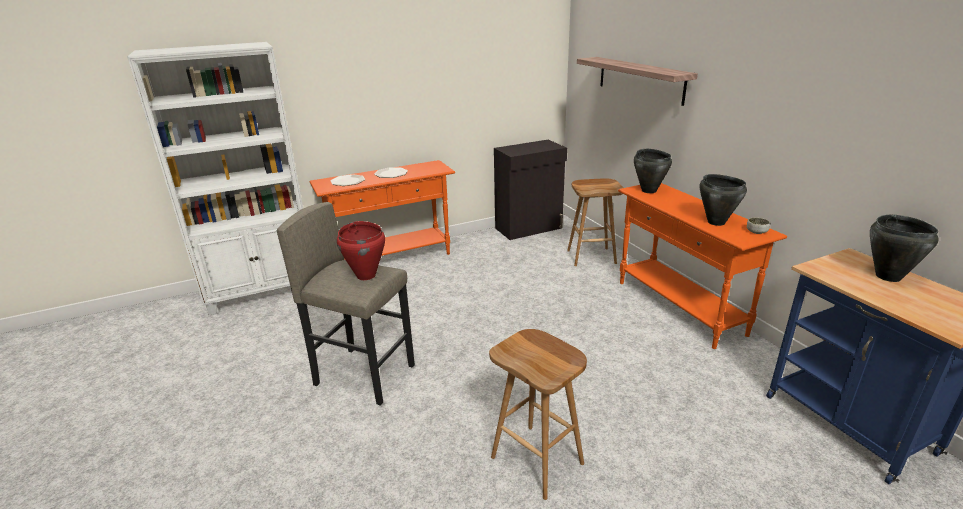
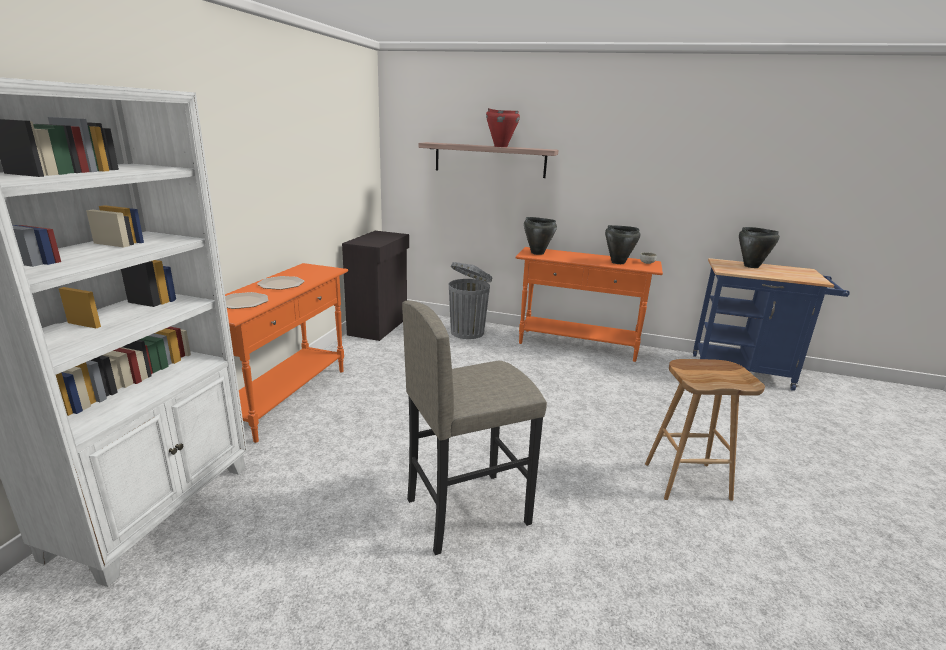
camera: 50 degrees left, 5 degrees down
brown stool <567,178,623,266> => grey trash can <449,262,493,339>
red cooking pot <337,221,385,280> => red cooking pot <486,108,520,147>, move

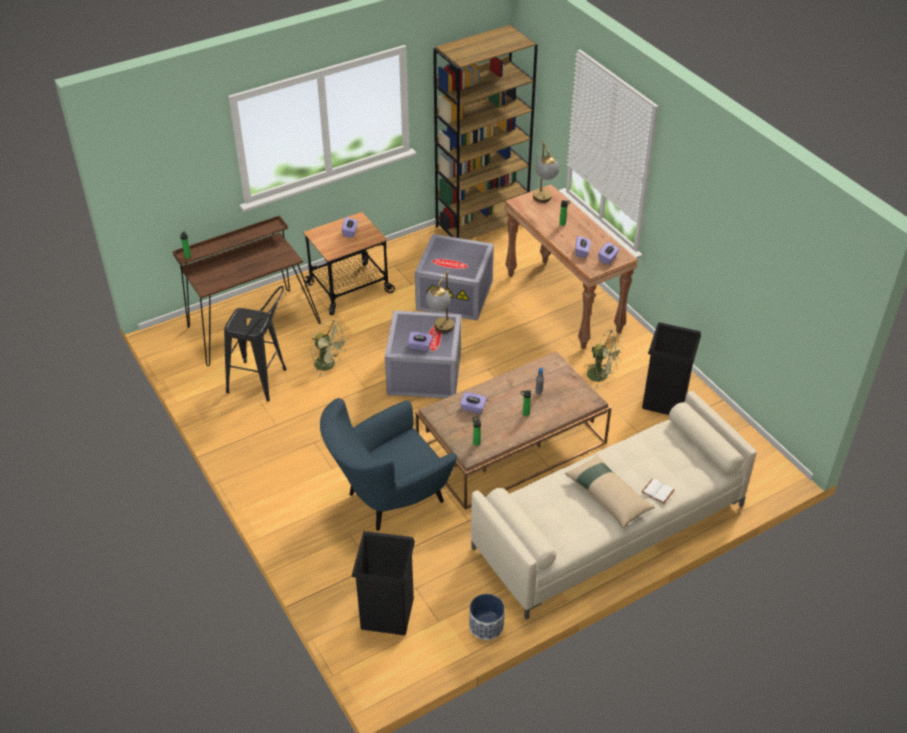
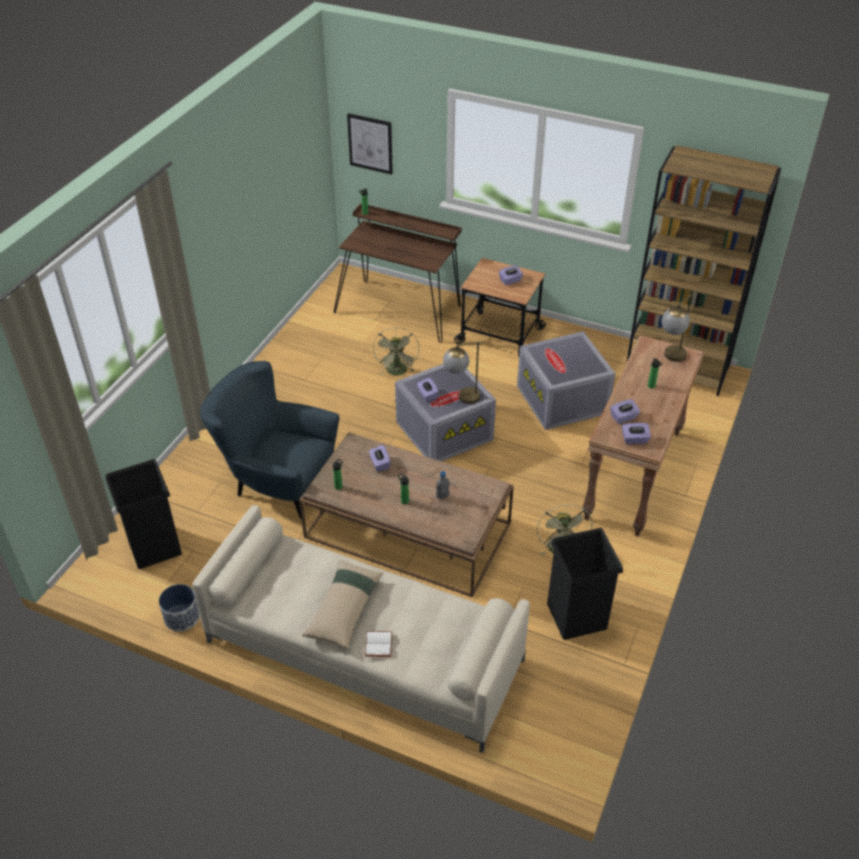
camera: 55 degrees right, 0 degrees up
nothing => picture <347,113,393,175>
black stool <224,286,286,401> => nothing

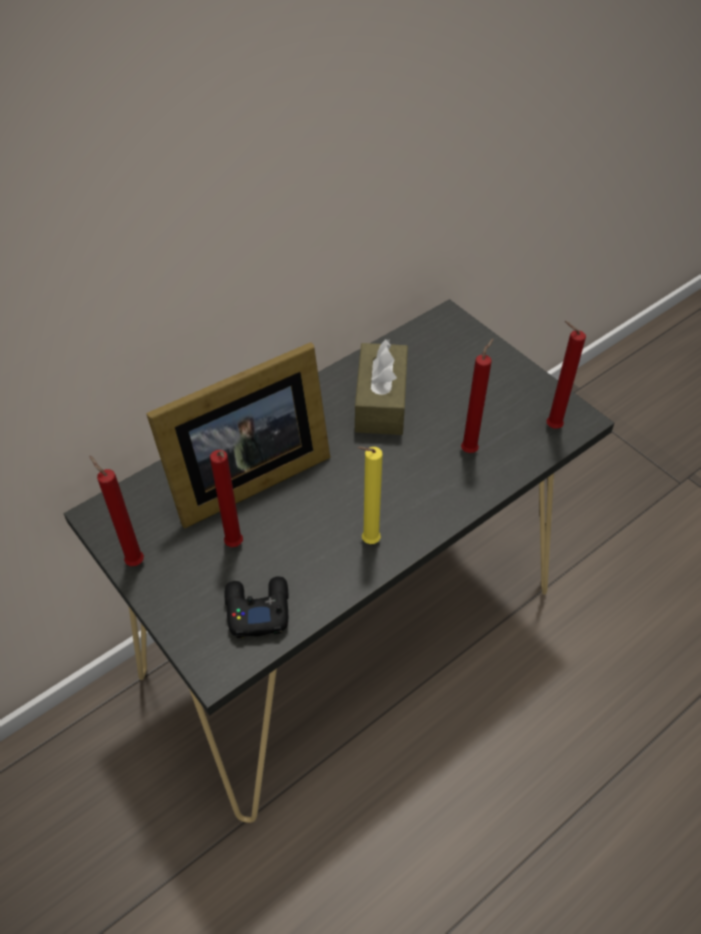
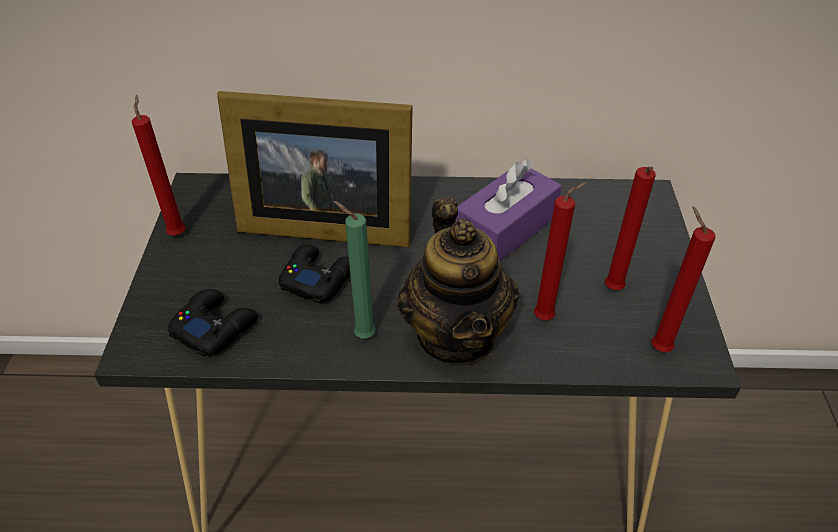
camera: 40 degrees right, 5 degrees down
nothing => black game controller <279,244,350,303>
yellow candle <358,446,383,544> => green candle <333,201,376,339>
nothing => teapot <397,197,519,366>
brown tissue box <355,339,408,435> => purple tissue box <455,159,562,262>
red candle <210,450,243,547> => red candle <605,167,656,290>, move

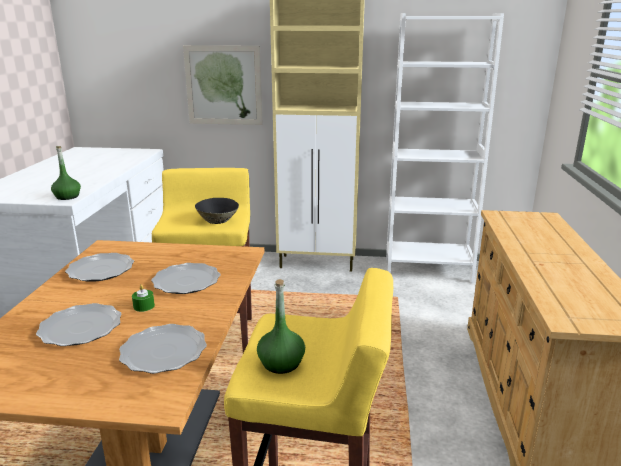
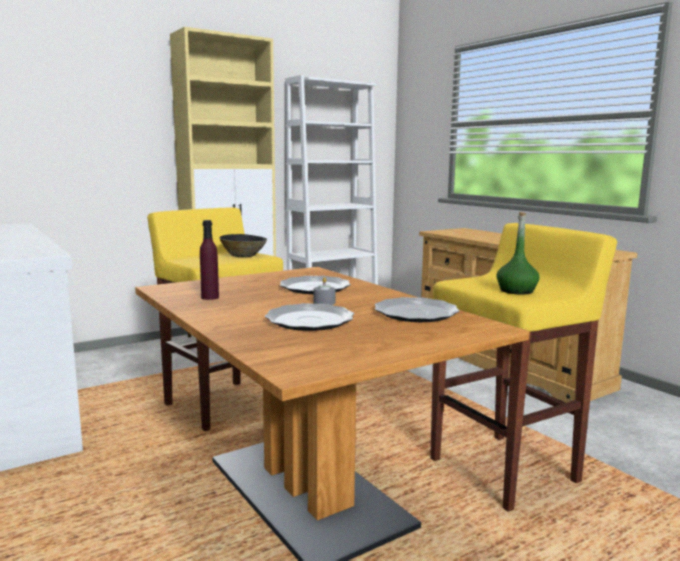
camera: 40 degrees left, 10 degrees down
plate <65,253,134,282> => purple bottle <200,220,219,300>
green candle <132,285,155,312> => grey candle <313,277,336,305>
green bottle <51,146,81,200> => nothing
picture <183,45,263,125> => nothing

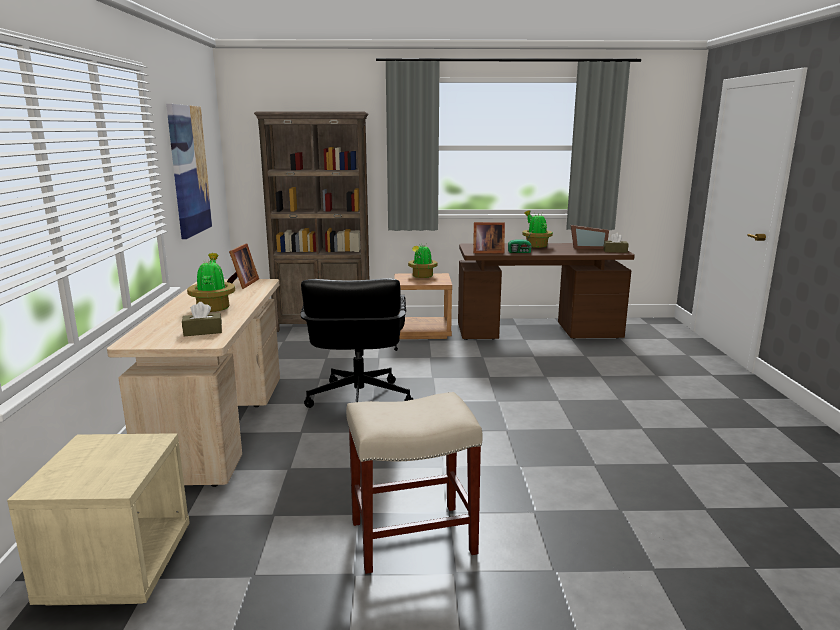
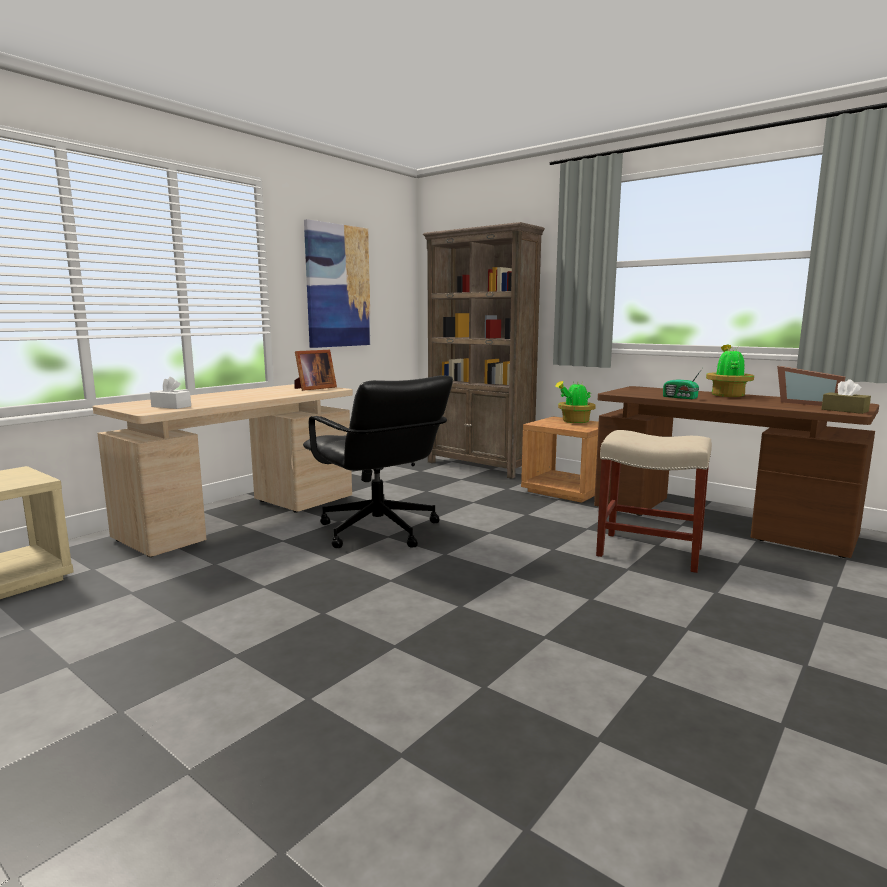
camera: 40 degrees right, 5 degrees down
brown tissue box <182,302,222,336> => white tissue box <150,377,191,409>
black office chair <300,278,414,408> => black office chair <303,375,453,548>, 75 degrees counterclockwise
beige stool <346,392,483,574> => beige stool <596,430,712,573>, move
potted plant <187,253,235,312> => nothing
picture frame <473,222,505,254> => nothing

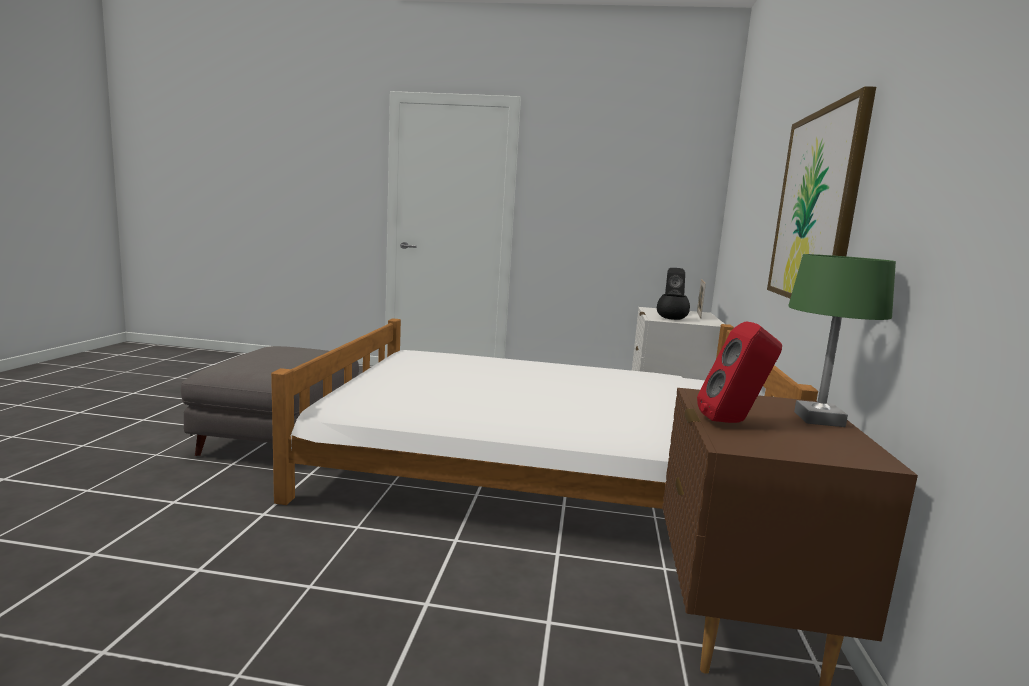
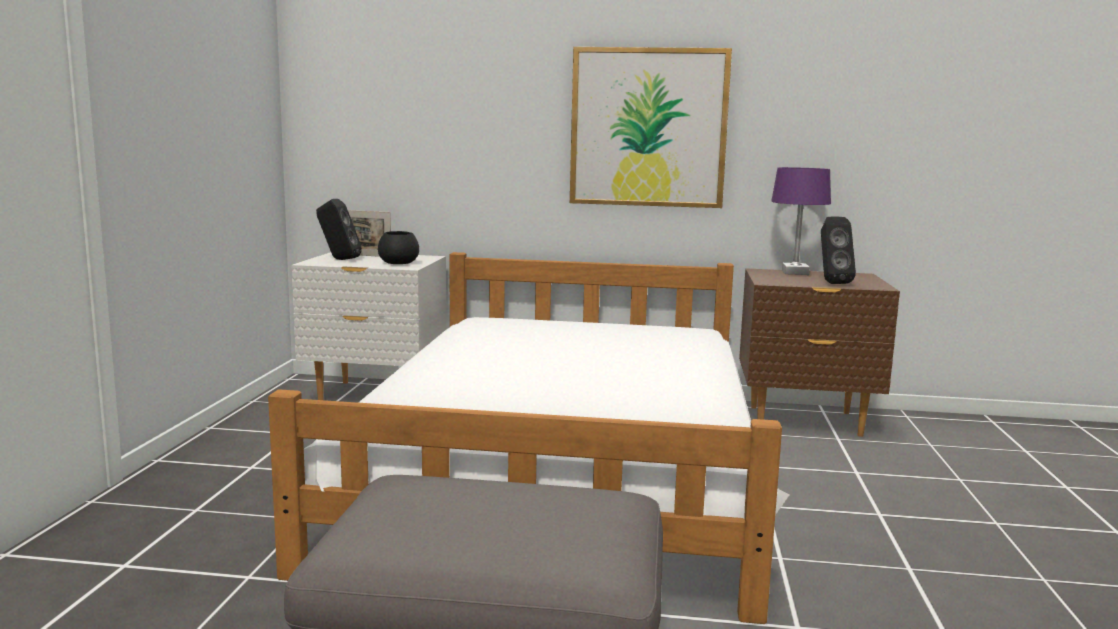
camera: 90 degrees left, 0 degrees up
green table lamp <788,254,896,427> => purple table lamp <771,167,831,275>
red speaker <697,321,782,423> => black speaker <821,216,856,284>

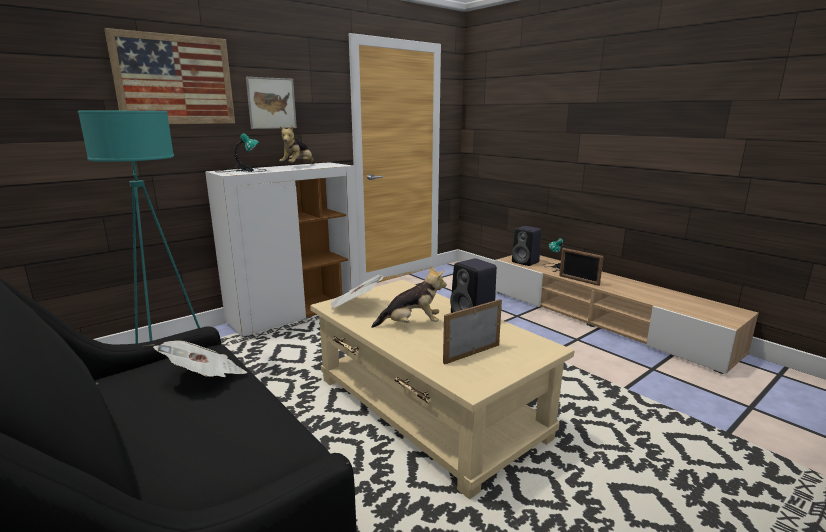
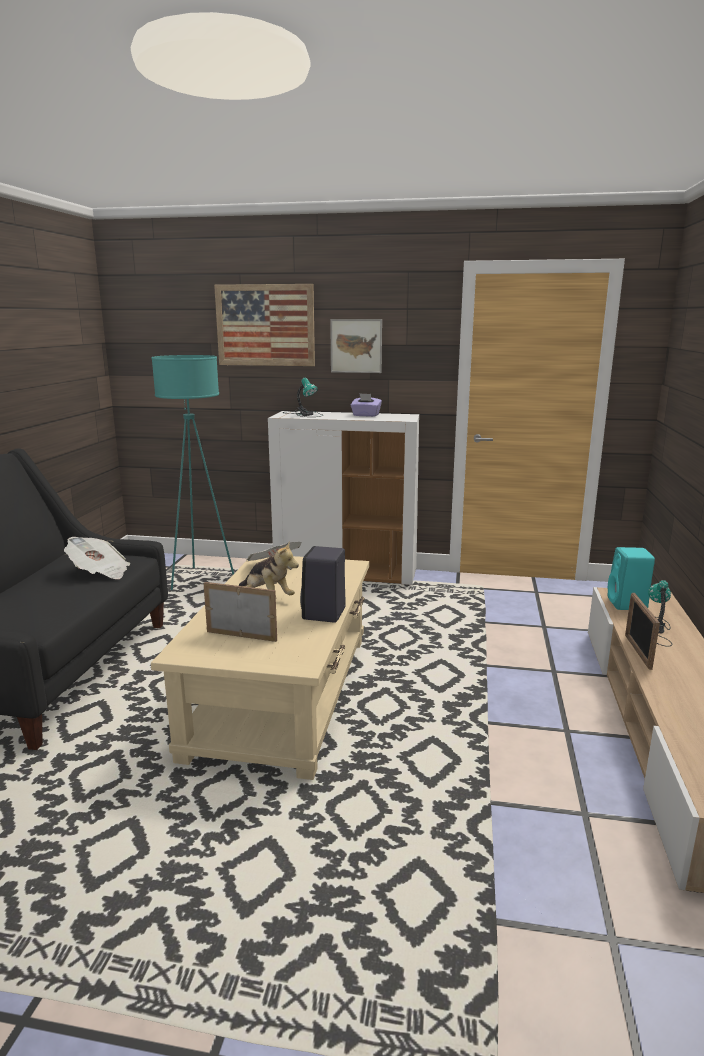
camera: 50 degrees right, 0 degrees up
plush toy <279,125,314,164> => purple tissue box <351,393,382,417>
black speaker <512,226,541,266> => turquoise speaker <607,547,655,610>

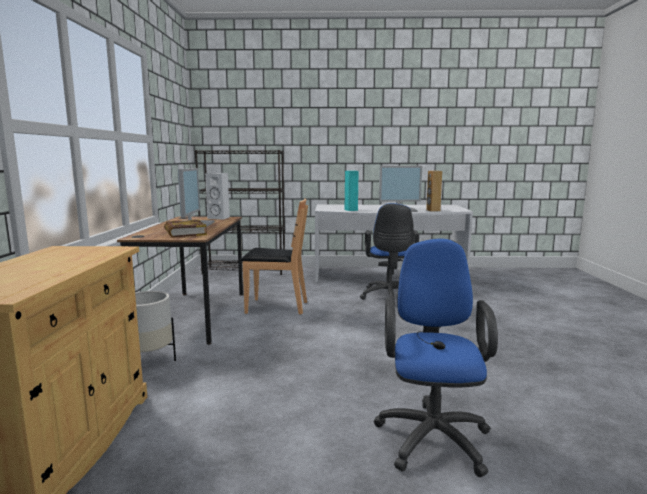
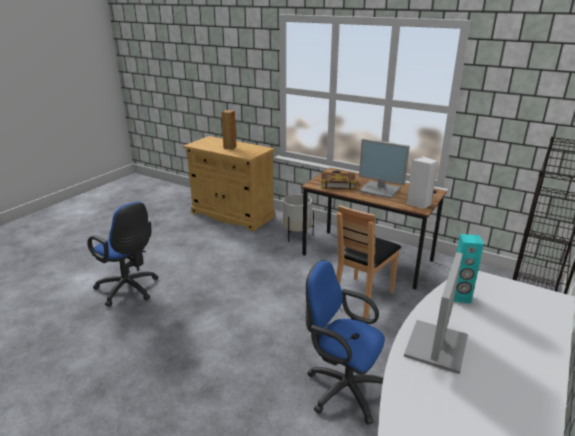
camera: 120 degrees right, 15 degrees up
brown speaker <426,171,442,212> => brown speaker <222,110,237,150>, move

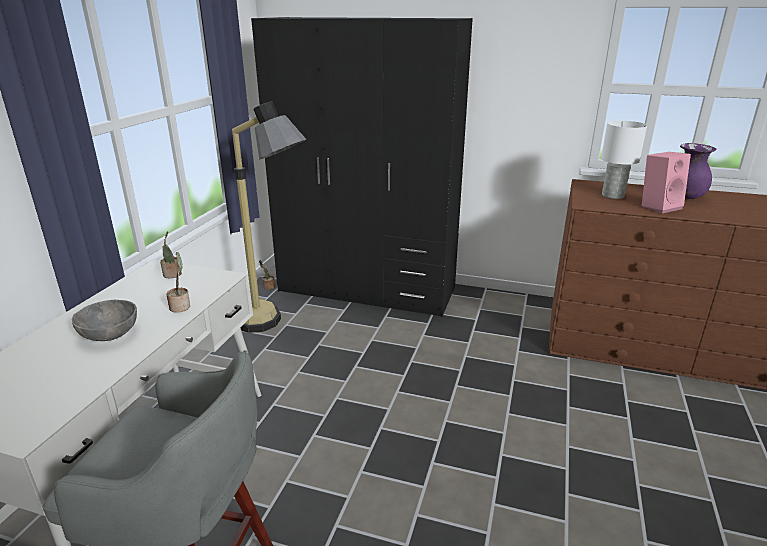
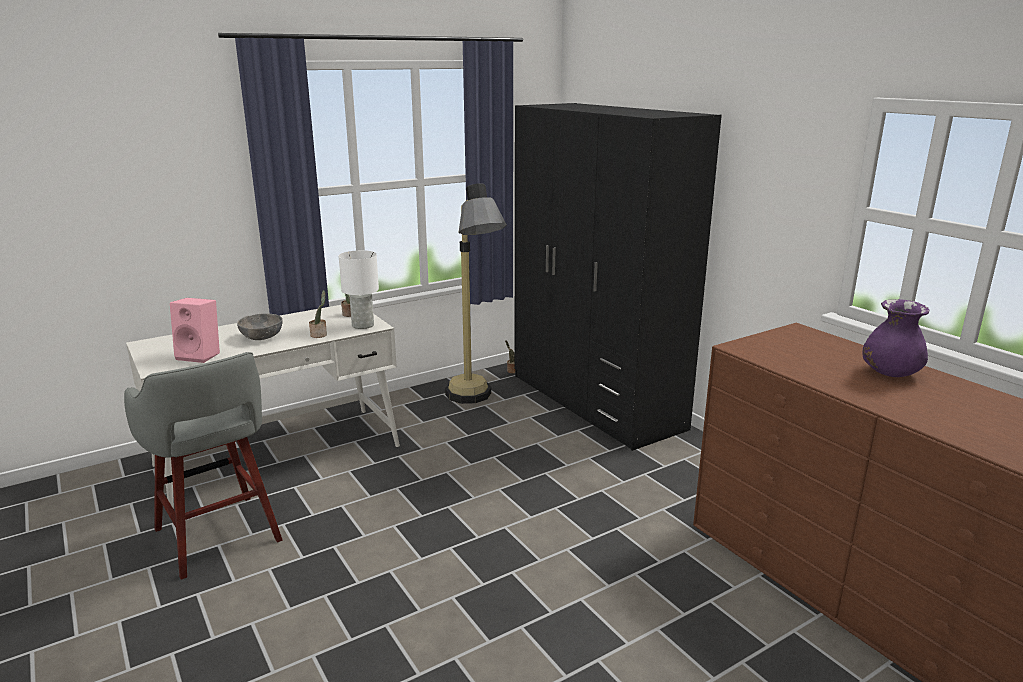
camera: 40 degrees right, 5 degrees down
pink speaker <642,152,691,213> => pink speaker <170,298,220,363>, move
white table lamp <601,121,647,199> => white table lamp <339,250,379,329>, move

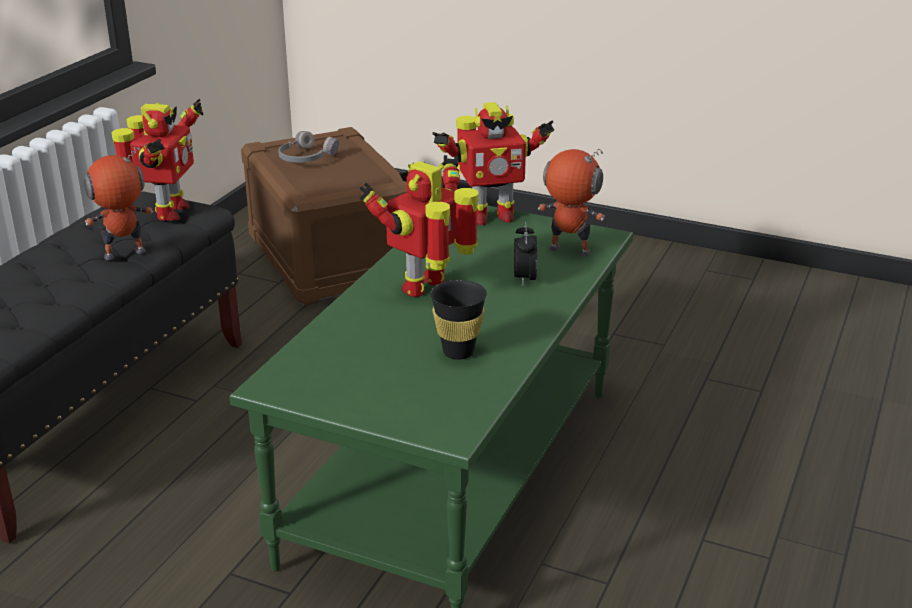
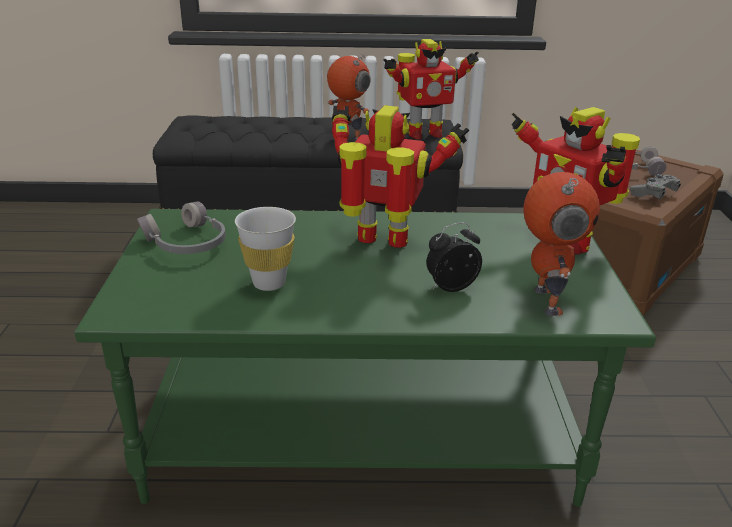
camera: 65 degrees right, 0 degrees up
nothing => grey headphones <137,202,226,254>
black cup <430,280,487,360> => white cup <235,207,296,291>
nothing => grey game controller <630,174,681,199>

